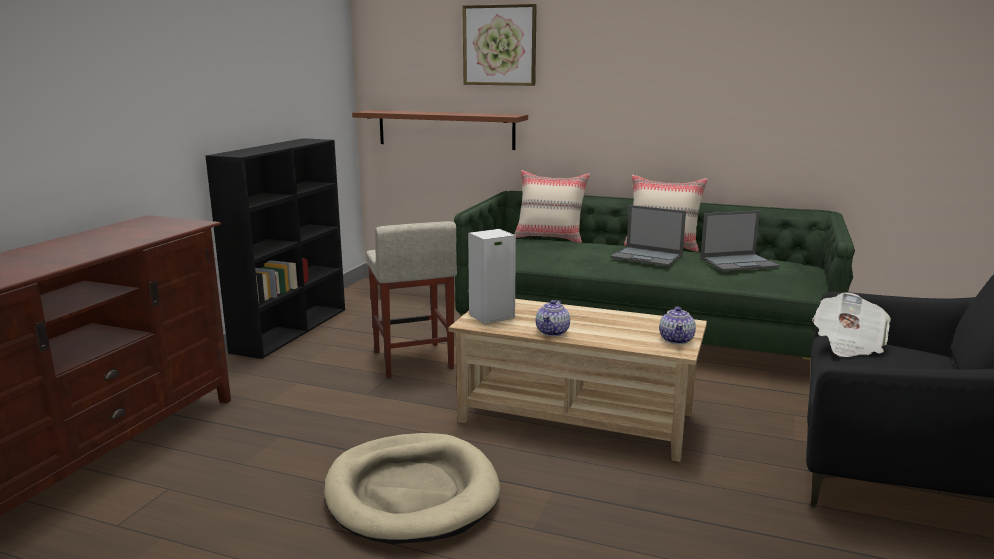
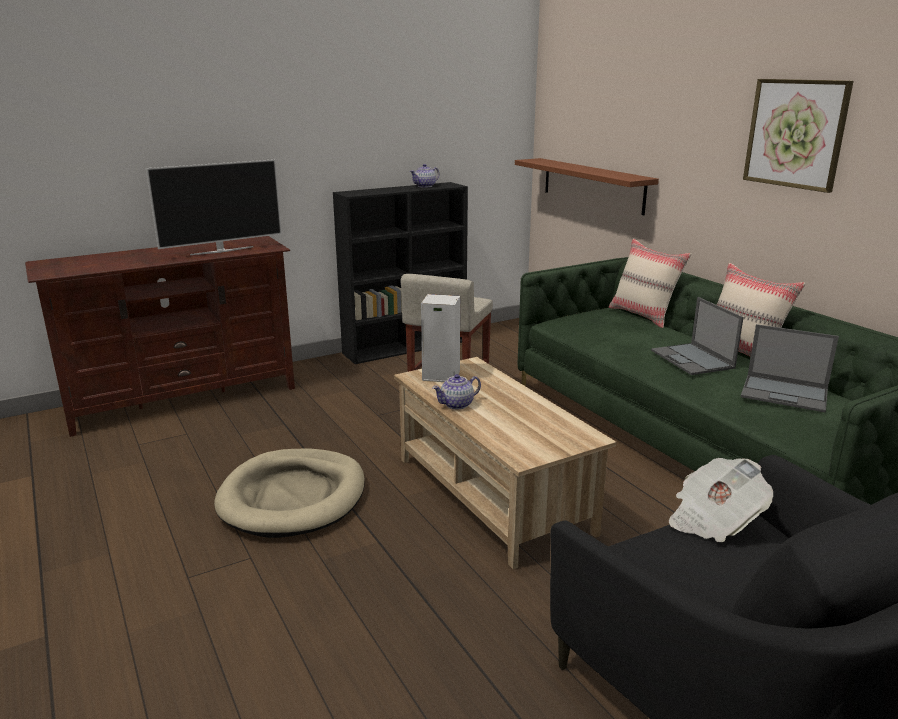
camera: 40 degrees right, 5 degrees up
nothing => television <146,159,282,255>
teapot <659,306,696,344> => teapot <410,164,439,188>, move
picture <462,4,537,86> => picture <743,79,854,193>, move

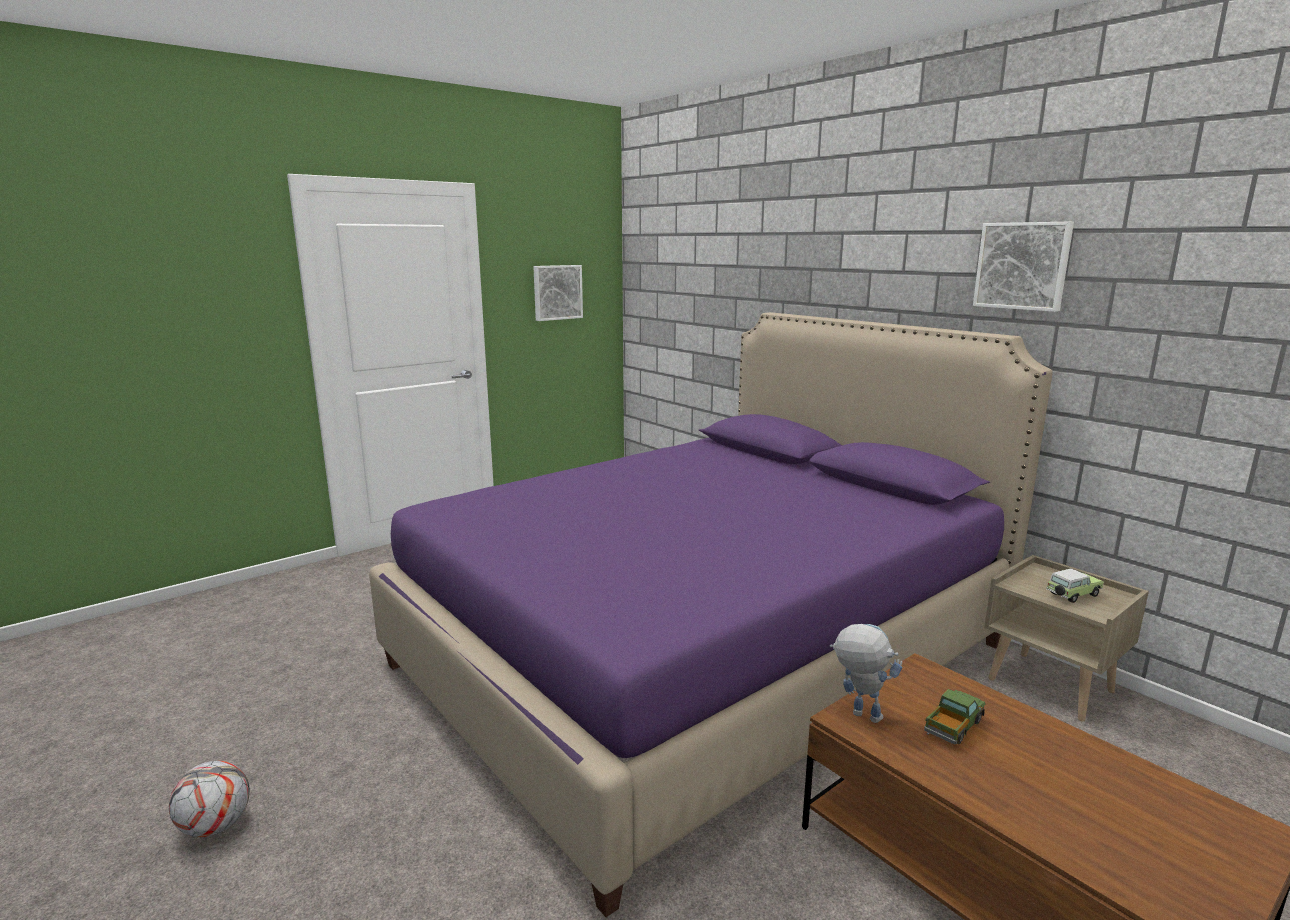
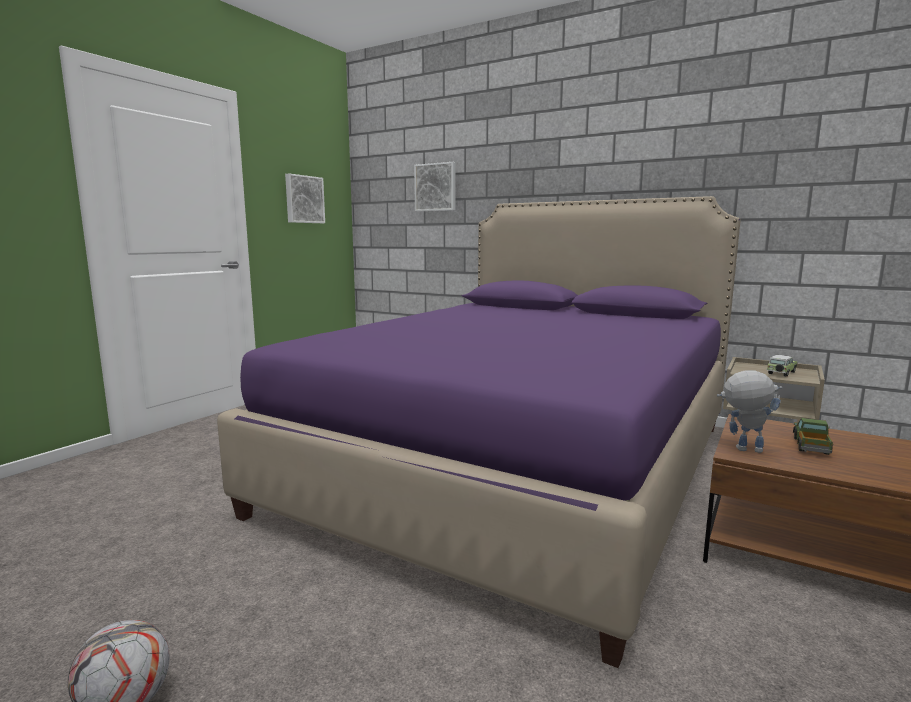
camera: 20 degrees left, 5 degrees down
picture <973,222,1074,312> => picture <414,162,456,211>, move

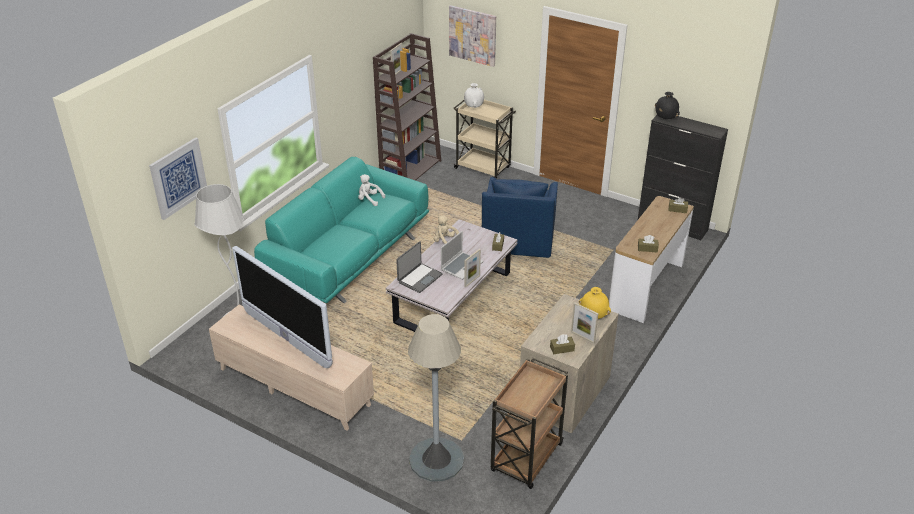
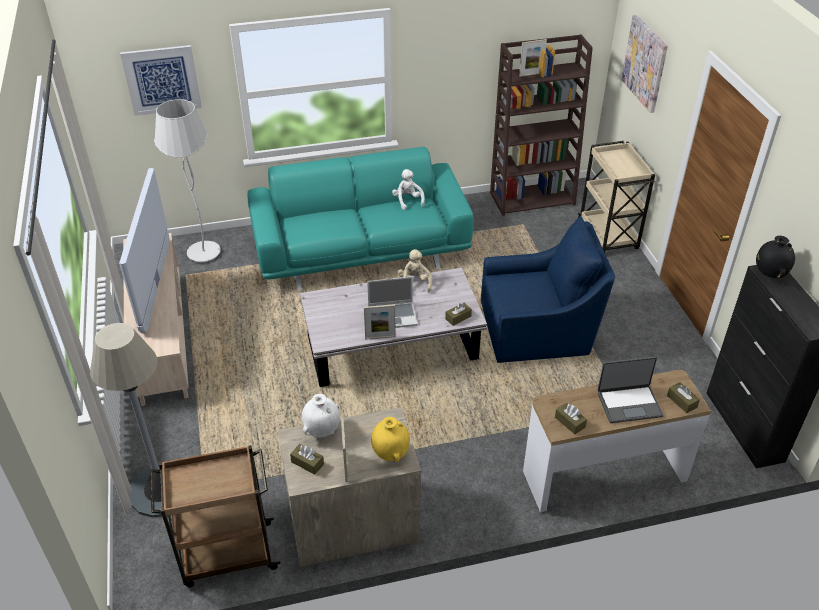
camera: 45 degrees right, 5 degrees up
white vase <464,83,484,108> => white vase <302,394,340,437>, move
blue armchair <482,177,558,258> => blue armchair <481,216,615,363>, 150 degrees counterclockwise
laptop <396,241,443,293> => laptop <598,357,664,423>, move

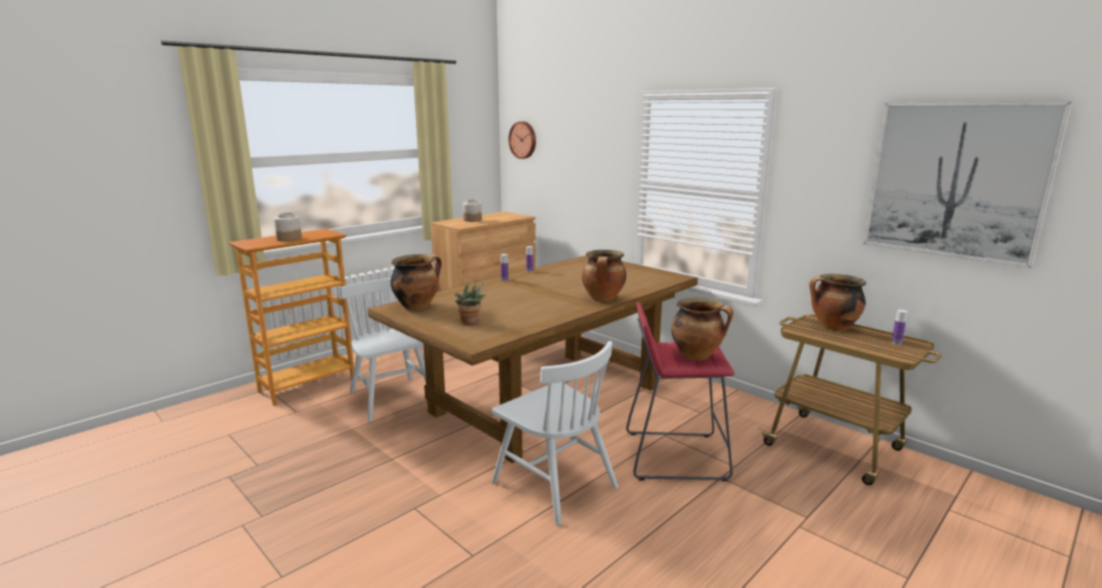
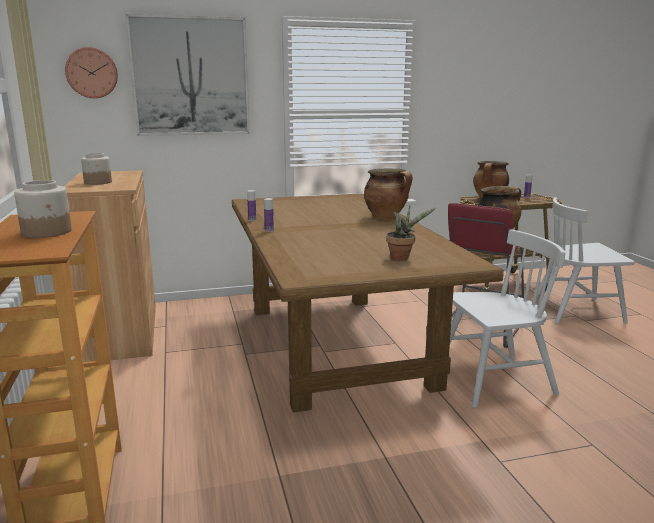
camera: 60 degrees left, 0 degrees up
picture <863,102,1072,268> => picture <126,14,250,136>, move
white chair <339,278,426,422> => white chair <531,197,635,324>, move
cooking pot <390,254,442,310> => nothing

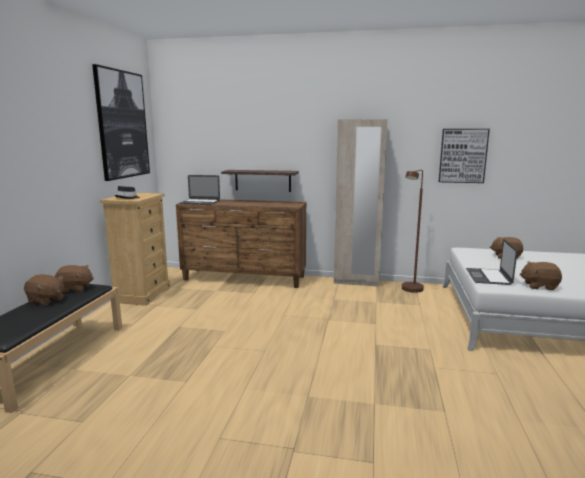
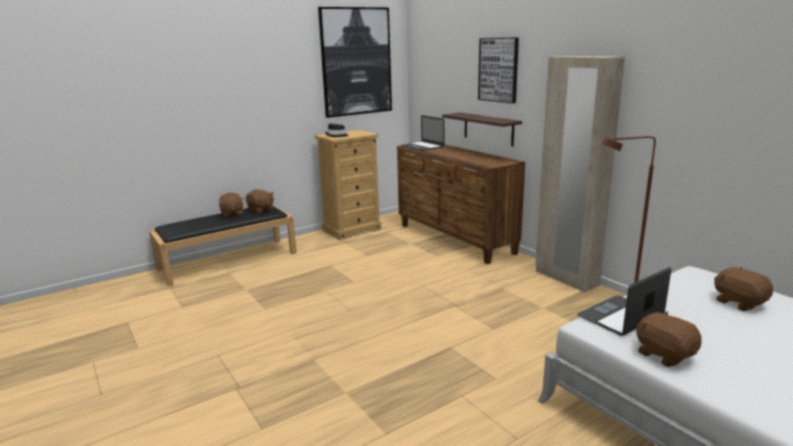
camera: 45 degrees right, 5 degrees up
picture <439,129,490,183> => picture <478,37,519,103>, move

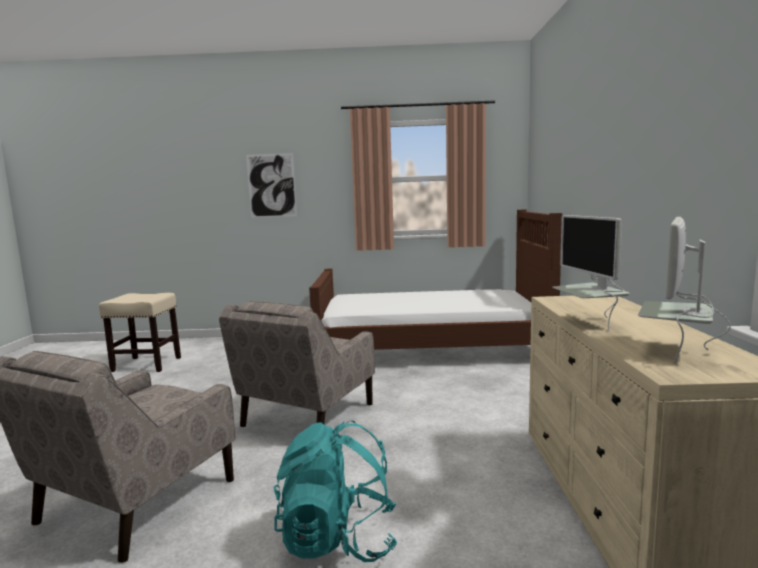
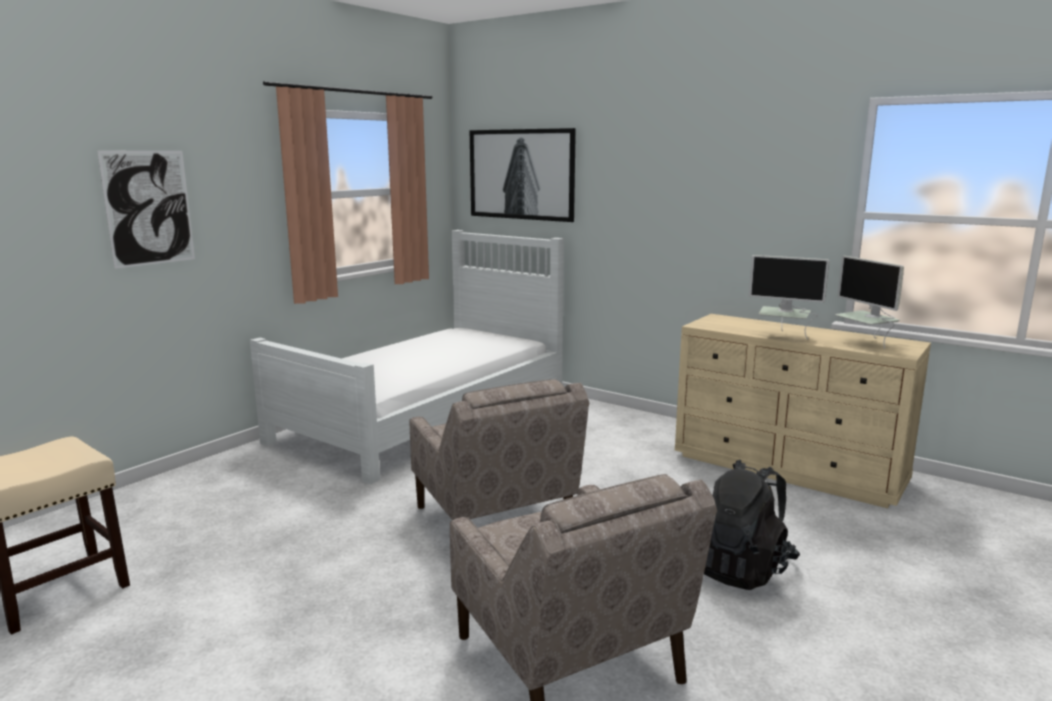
camera: 55 degrees left, 5 degrees up
brown bed <309,209,562,350> => white bed <250,230,564,484>
nothing => picture <470,128,576,222>
turquoise backpack <273,421,397,562> => black backpack <704,460,800,590>

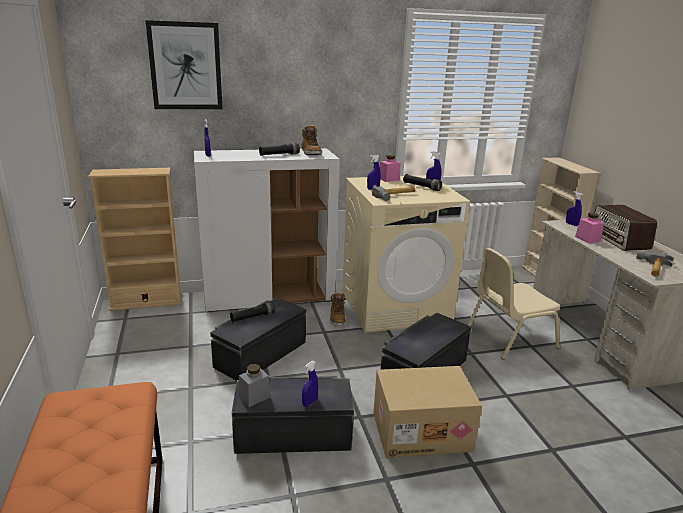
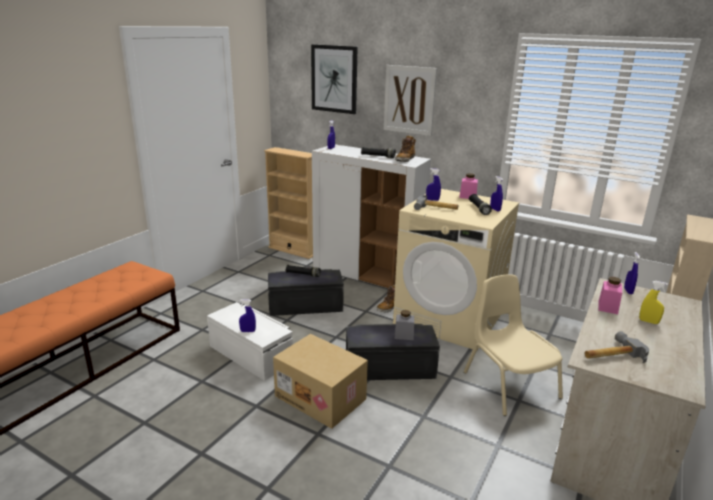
camera: 45 degrees right, 0 degrees up
black storage box <232,376,354,454> => white storage box <207,302,293,381>
nothing => picture <384,65,437,136>
grey jar <239,364,271,407> => grey jar <395,310,414,340>, move
beige chair <468,248,560,360> => beige chair <464,274,563,416>, 45 degrees clockwise
radio <594,205,657,251> => yellow spray bottle <639,281,668,324>

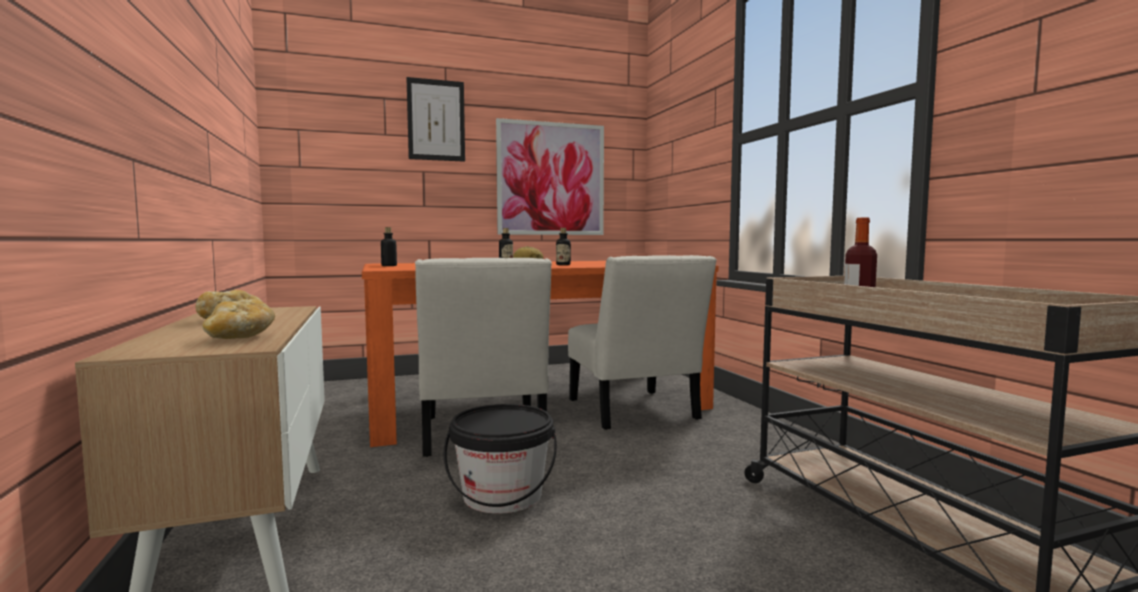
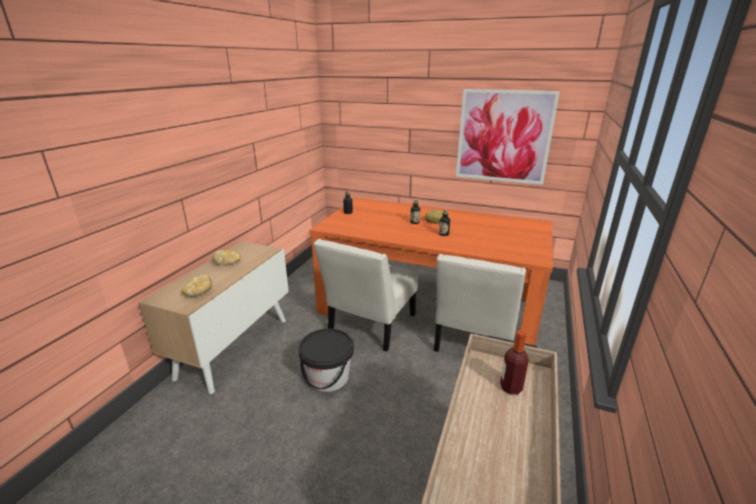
camera: 40 degrees right, 20 degrees up
picture <406,77,465,162> => nothing

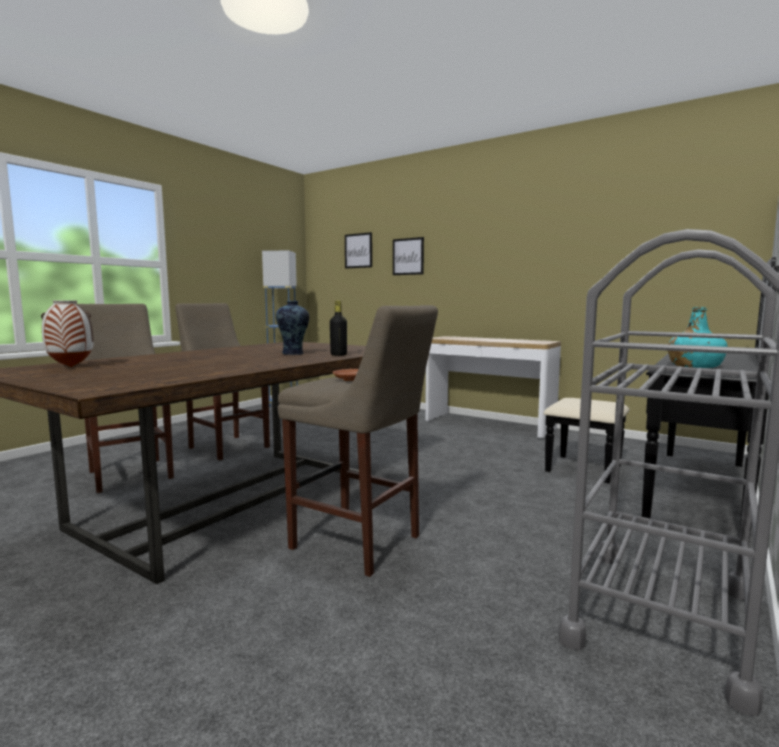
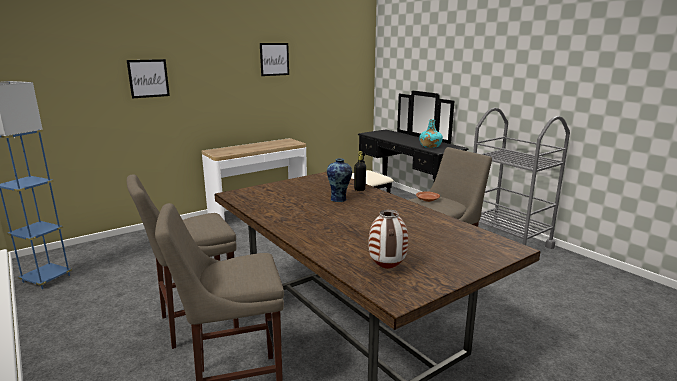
camera: 70 degrees left, 10 degrees up
picture <345,232,372,269> => picture <260,43,289,76>, move

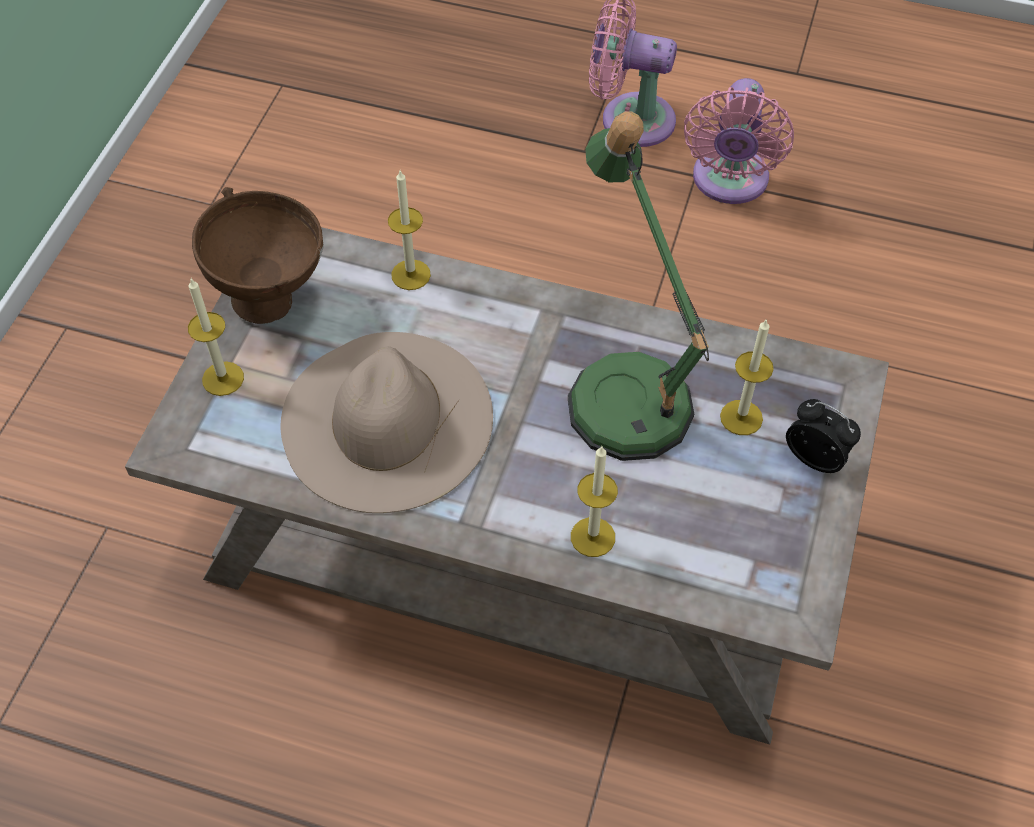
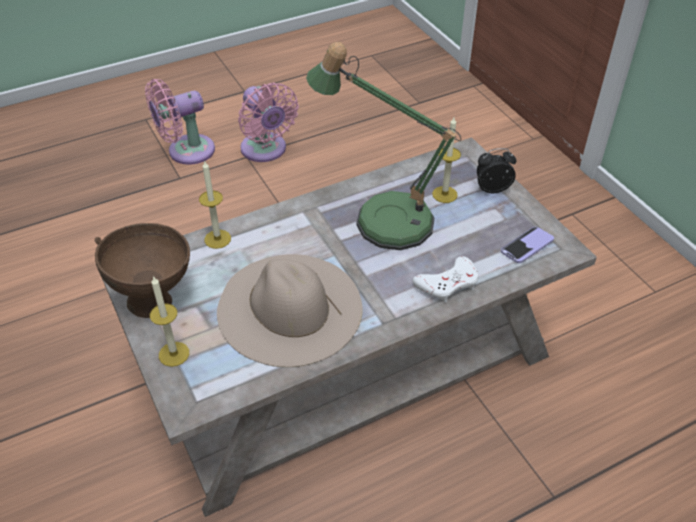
camera: 45 degrees left, 10 degrees down
candle <571,446,618,557> => white game controller <413,256,479,302>
nothing => phone <501,227,554,263>

